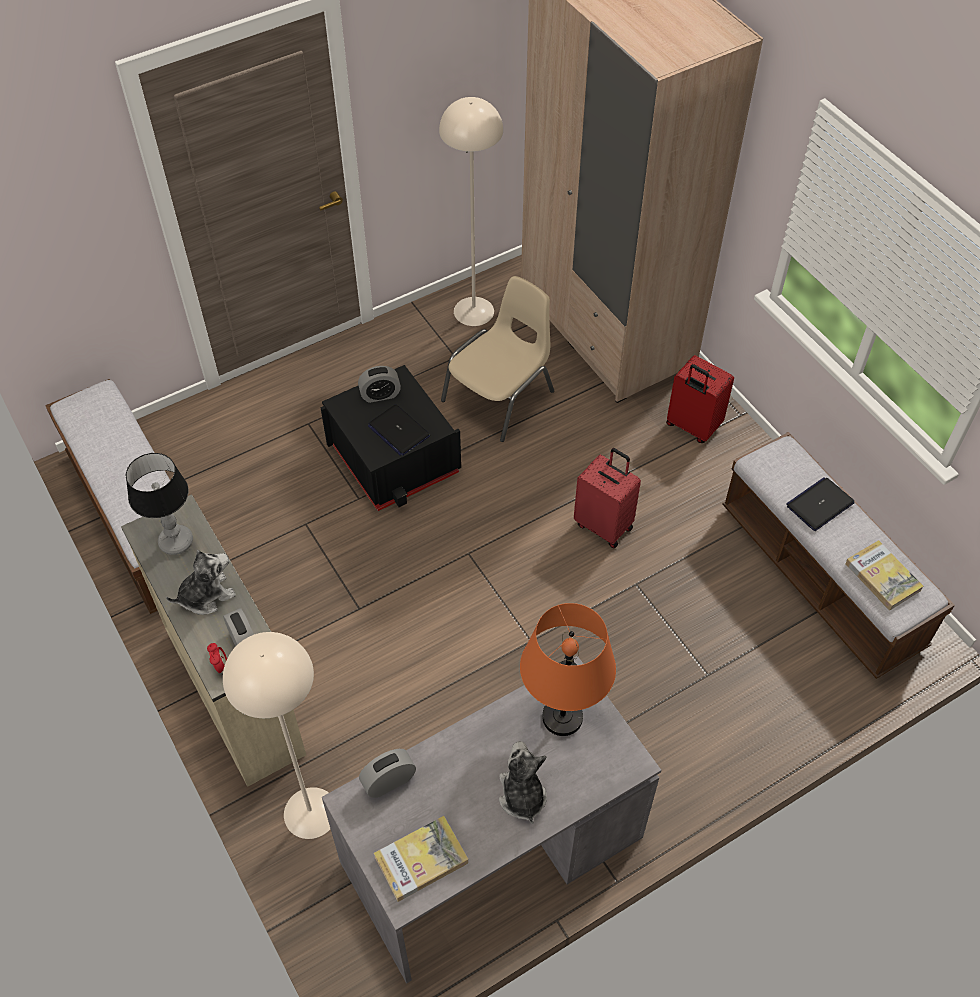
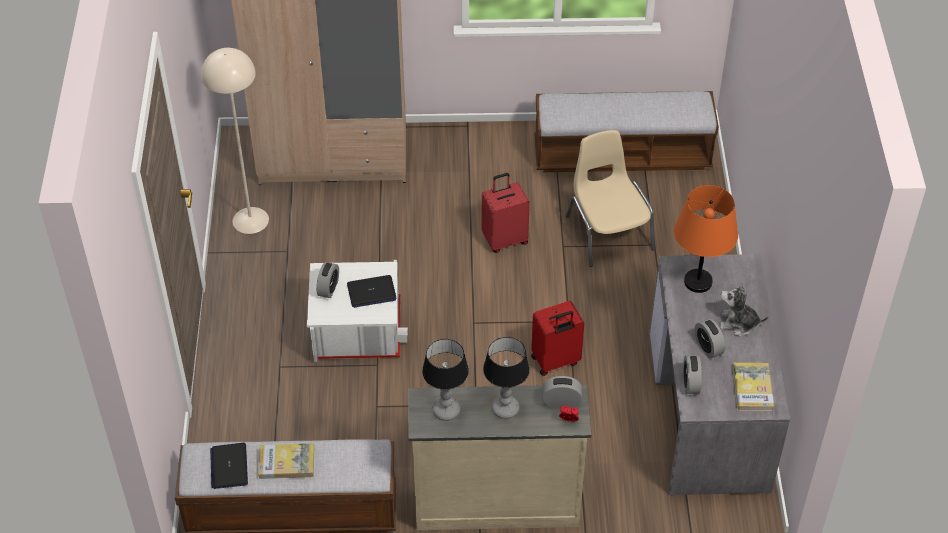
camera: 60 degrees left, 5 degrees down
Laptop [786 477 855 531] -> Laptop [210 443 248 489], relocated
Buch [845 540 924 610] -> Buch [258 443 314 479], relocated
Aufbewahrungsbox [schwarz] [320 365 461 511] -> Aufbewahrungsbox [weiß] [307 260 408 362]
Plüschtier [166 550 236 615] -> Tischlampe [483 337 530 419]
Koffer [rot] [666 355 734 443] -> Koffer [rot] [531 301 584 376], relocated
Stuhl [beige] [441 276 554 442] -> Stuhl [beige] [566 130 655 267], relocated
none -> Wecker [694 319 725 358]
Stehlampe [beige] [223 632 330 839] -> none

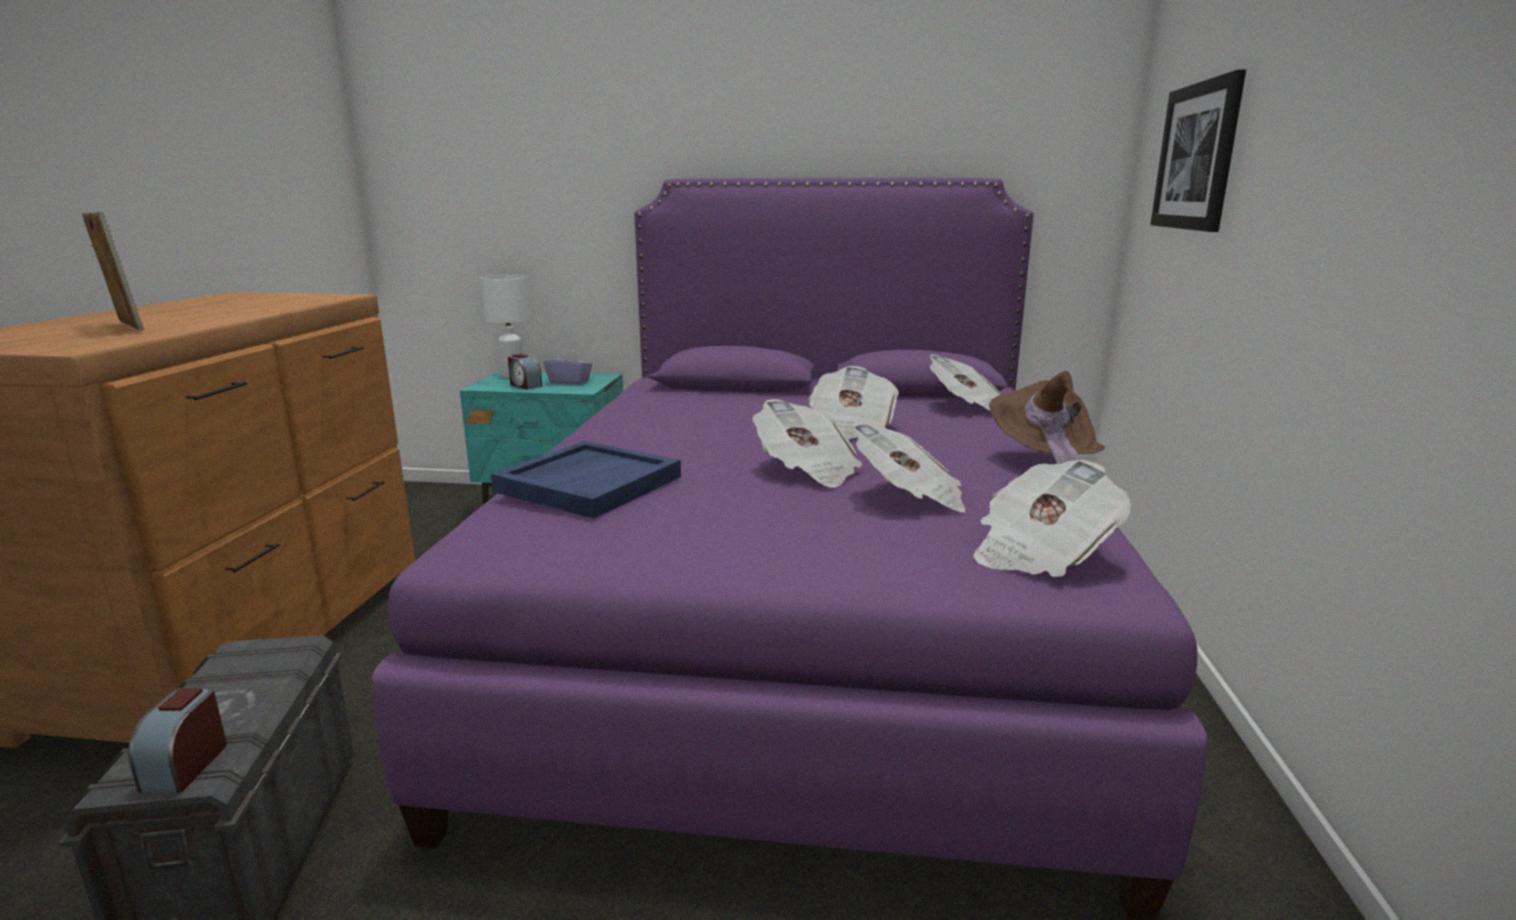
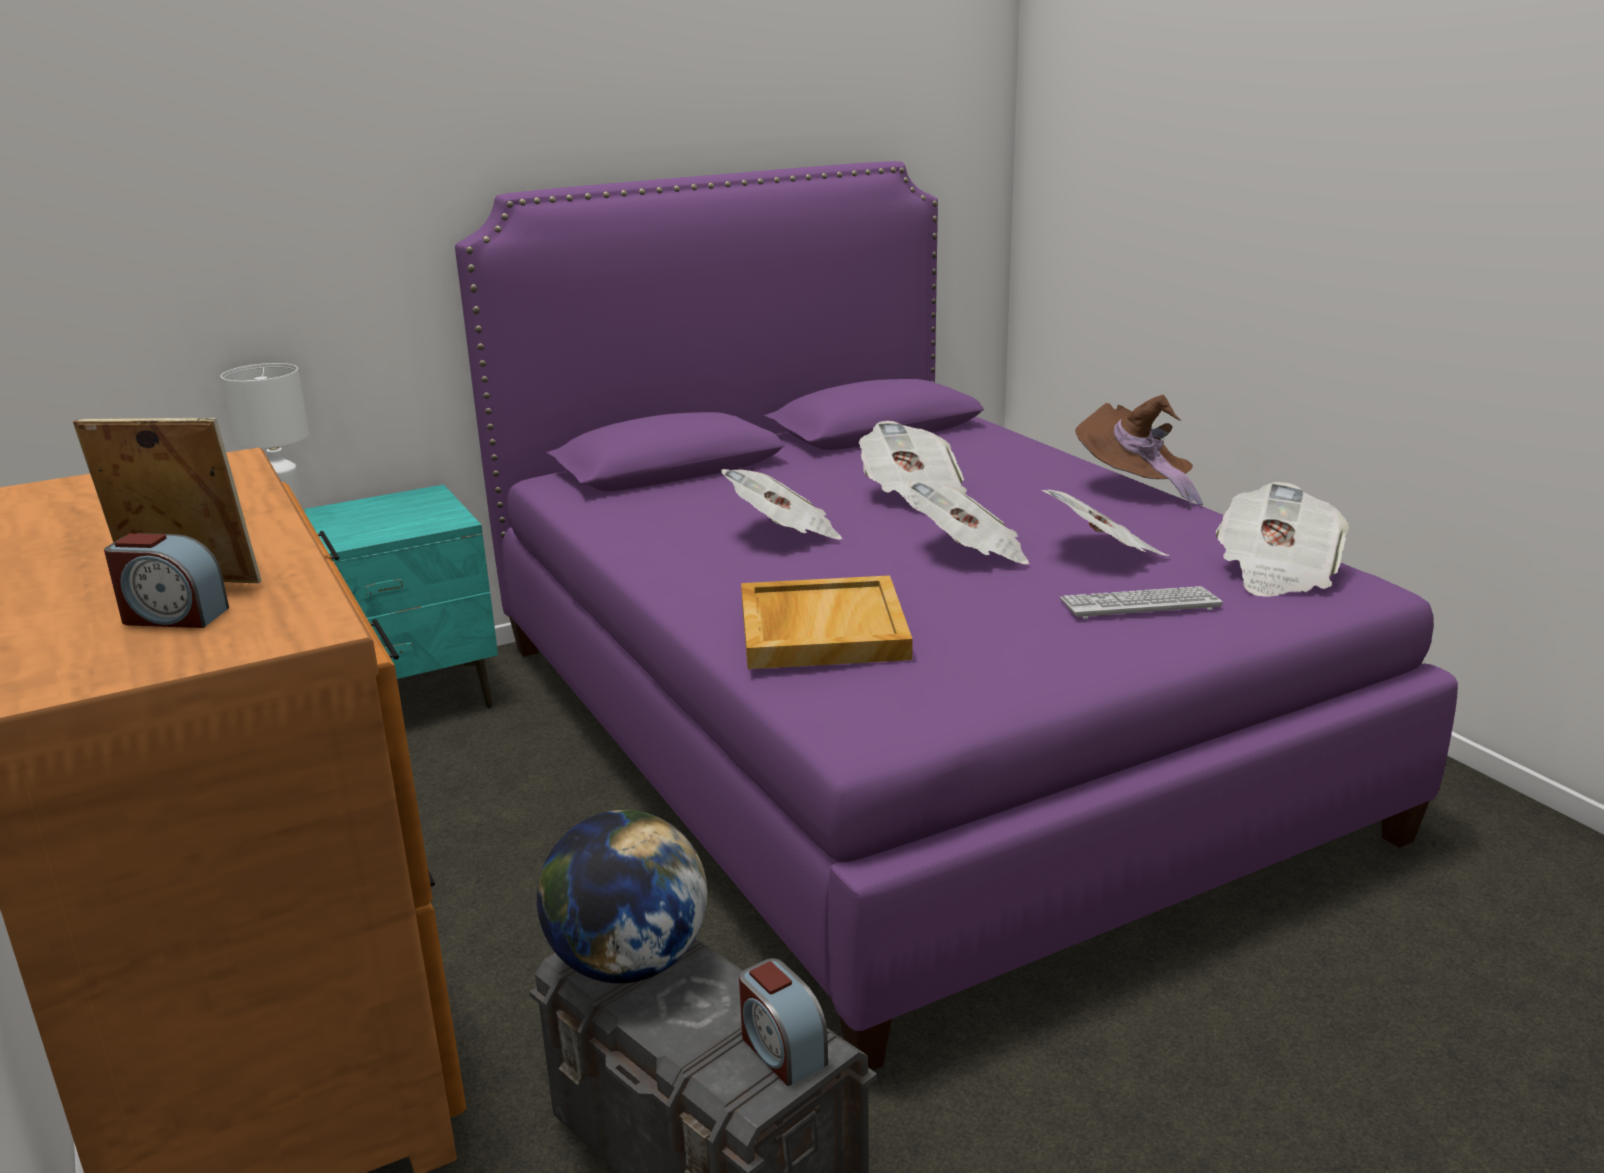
camera: 35 degrees left, 5 degrees up
Wecker [508 354 542 390] -> Wecker [104 533 229 628], relocated
none -> Globus [537 810 707 983]
Zeitung [930 354 1001 410] -> Zeitung [721 469 843 540], relocated
Tablett [blau] [491 441 681 518] -> Tablett [beige] [741 575 912 669]
none -> Tastatur [1060 586 1223 619]
Taschentuchbox [lila] [544 348 592 384] -> none
Bild [1150 69 1246 232] -> none

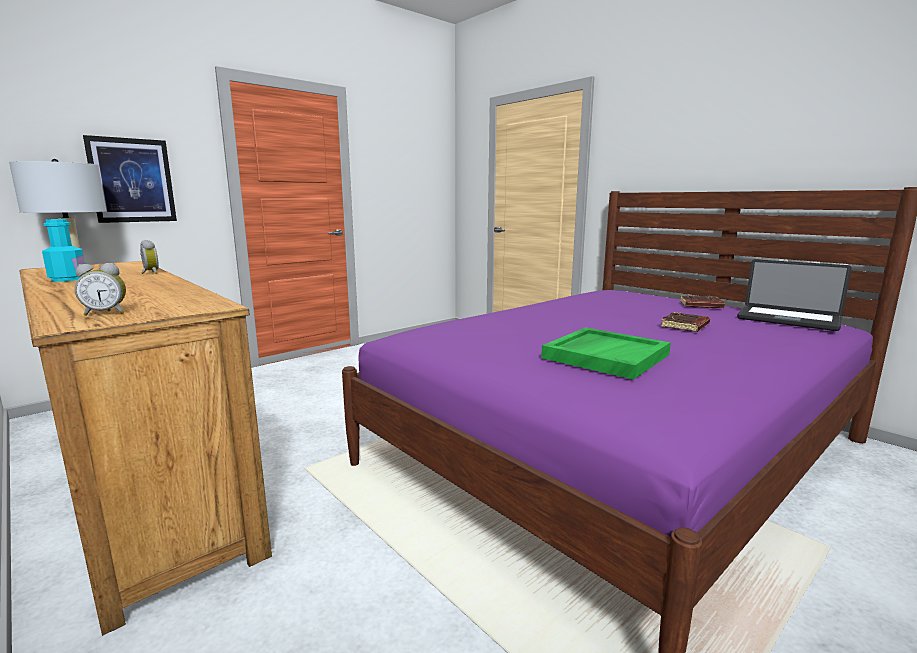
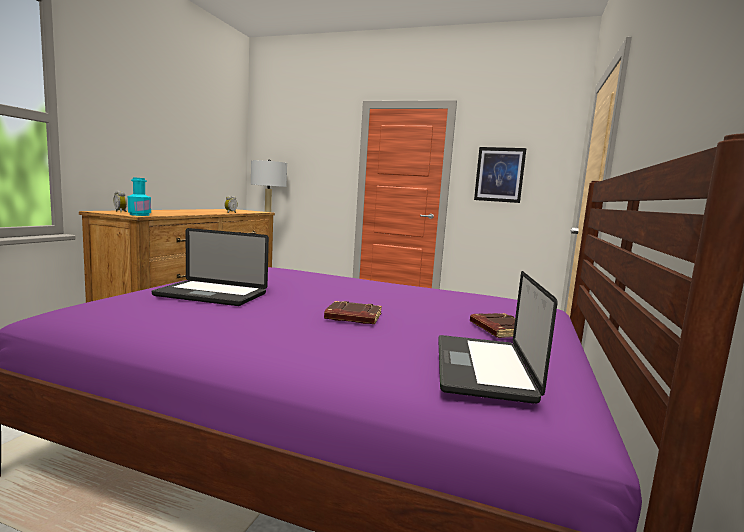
camera: 60 degrees right, 5 degrees down
Flasche [türkis] [42 219 85 282] -> Flasche [türkis] [128 177 151 216], relocated
Tablett [grün] [541 327 671 380] -> Laptop [152 228 269 306]
Bild [83 135 177 223] -> Bild [474 147 527 203], relocated

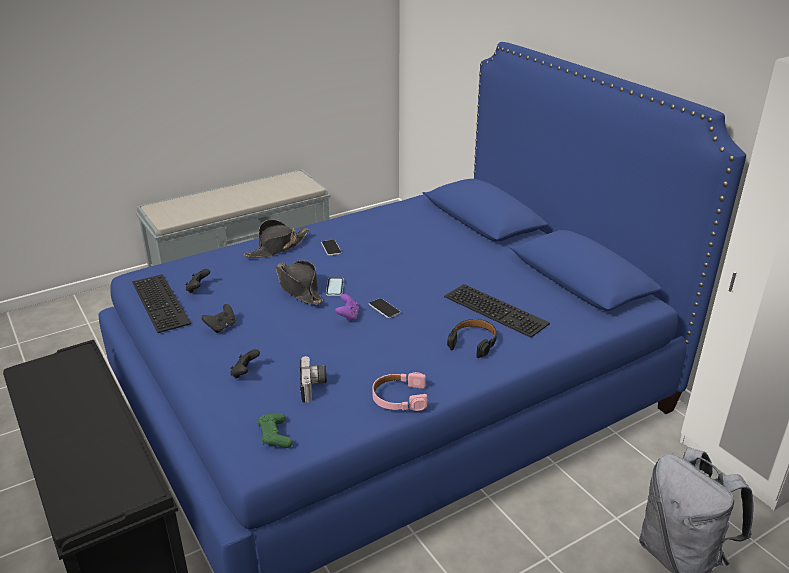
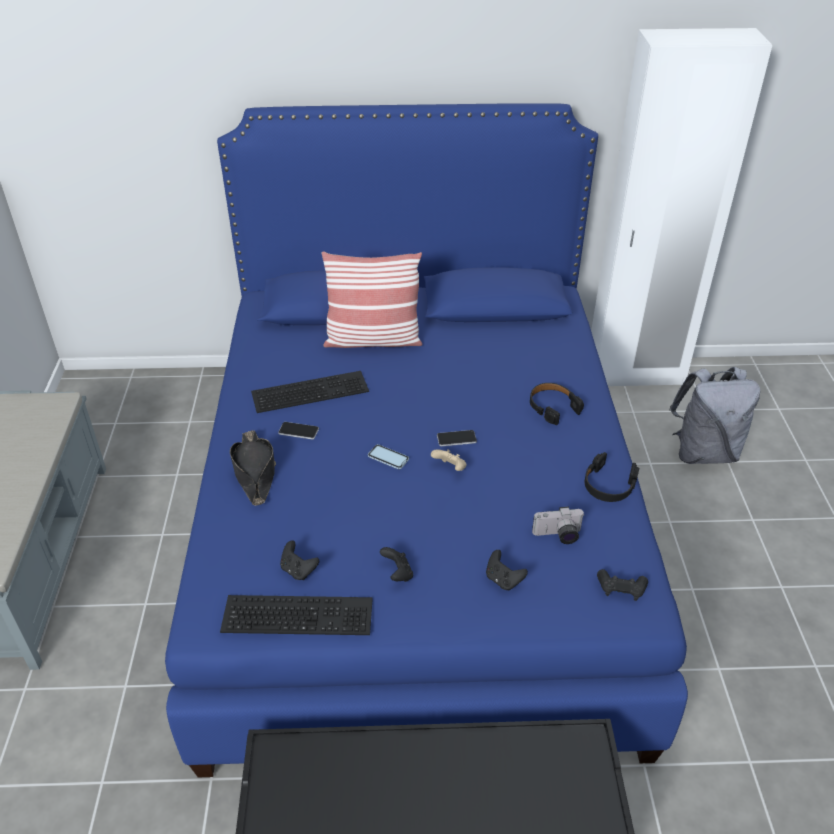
camera: 60 degrees left, 10 degrees up
Tastatur [444 284 550 338] -> Tastatur [251 371 369 413], relocated
none -> Kissen [322 251 422 348]
Gamepad [lila] [335 294 359 322] -> Gamepad [beige] [431 449 467 471]
Kamera [300 356 327 403] -> Kamera [532 506 585 544], 150 degrees clockwise
Kopfhörer [rosa] [372 372 428 411] -> Kopfhörer [schwarz] [585 452 639 502]
Gamepad [grün] [258 413 293 448] -> Gamepad [schwarz] [597 569 648 601]
Hut [schwarz] [275 260 323 305] -> none

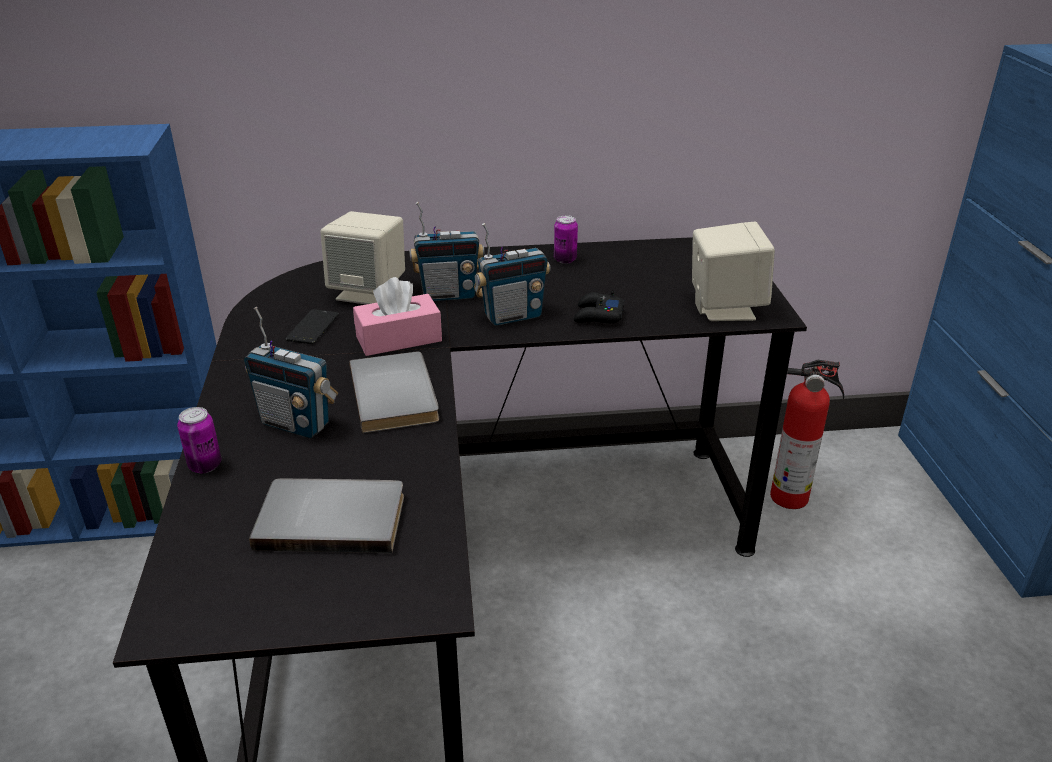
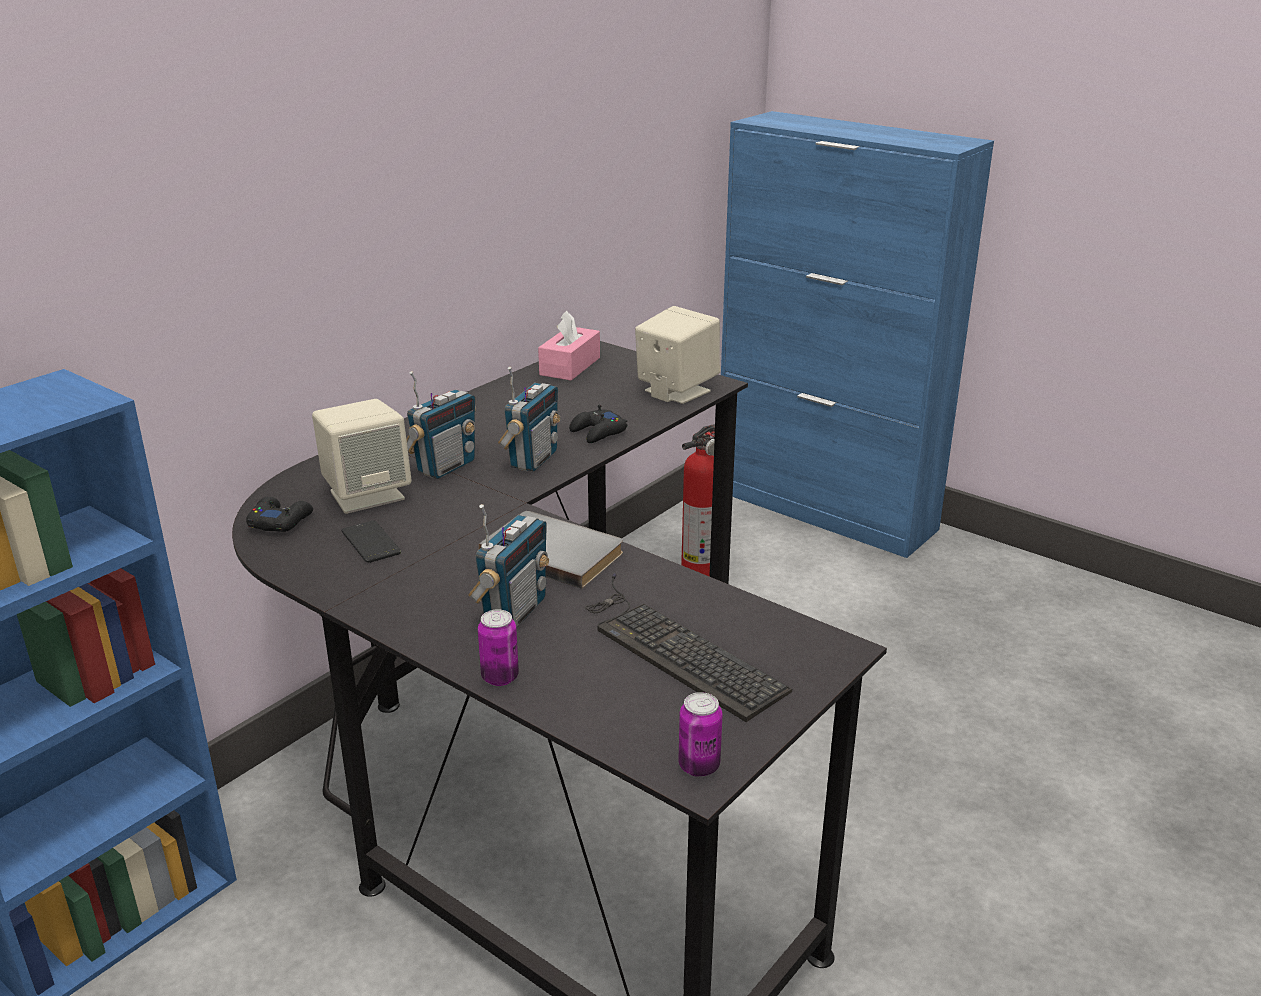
camera: 45 degrees left, 5 degrees down
none -> Gamepad [schwarz] [246 497 313 532]
Radio [244 307 338 438] -> Radio [468 504 549 628], 45 degrees counterclockwise
Taschentuchbox [rosa] [353 277 442 356] -> Taschentuchbox [rosa] [538 311 600 381], relocated
Buch [grau] [249 478 404 553] -> Tastatur [585 573 792 722]
Dose [554 215 578 264] -> Dose [678 692 723 777], relocated

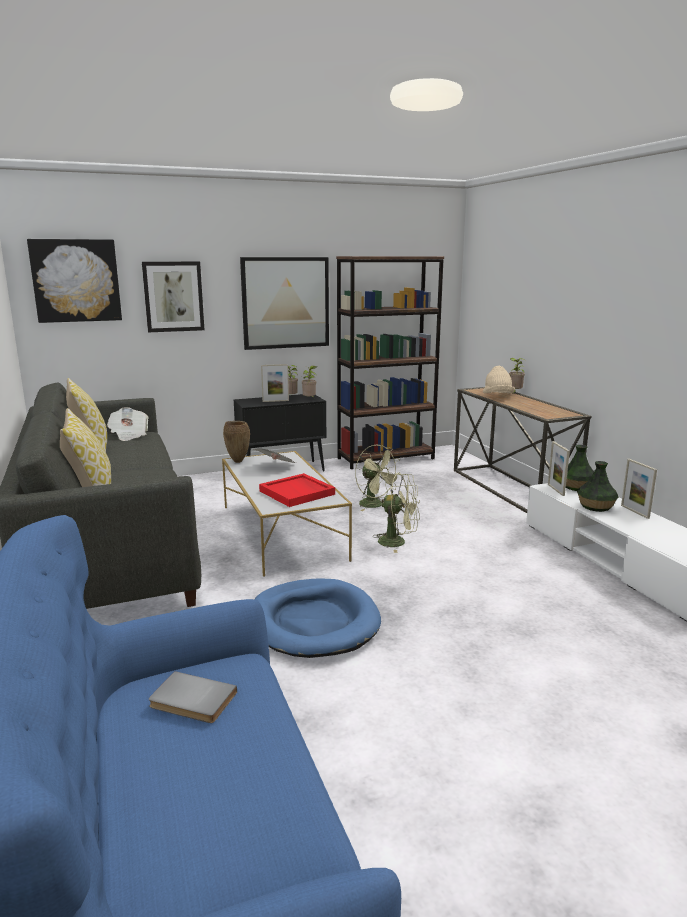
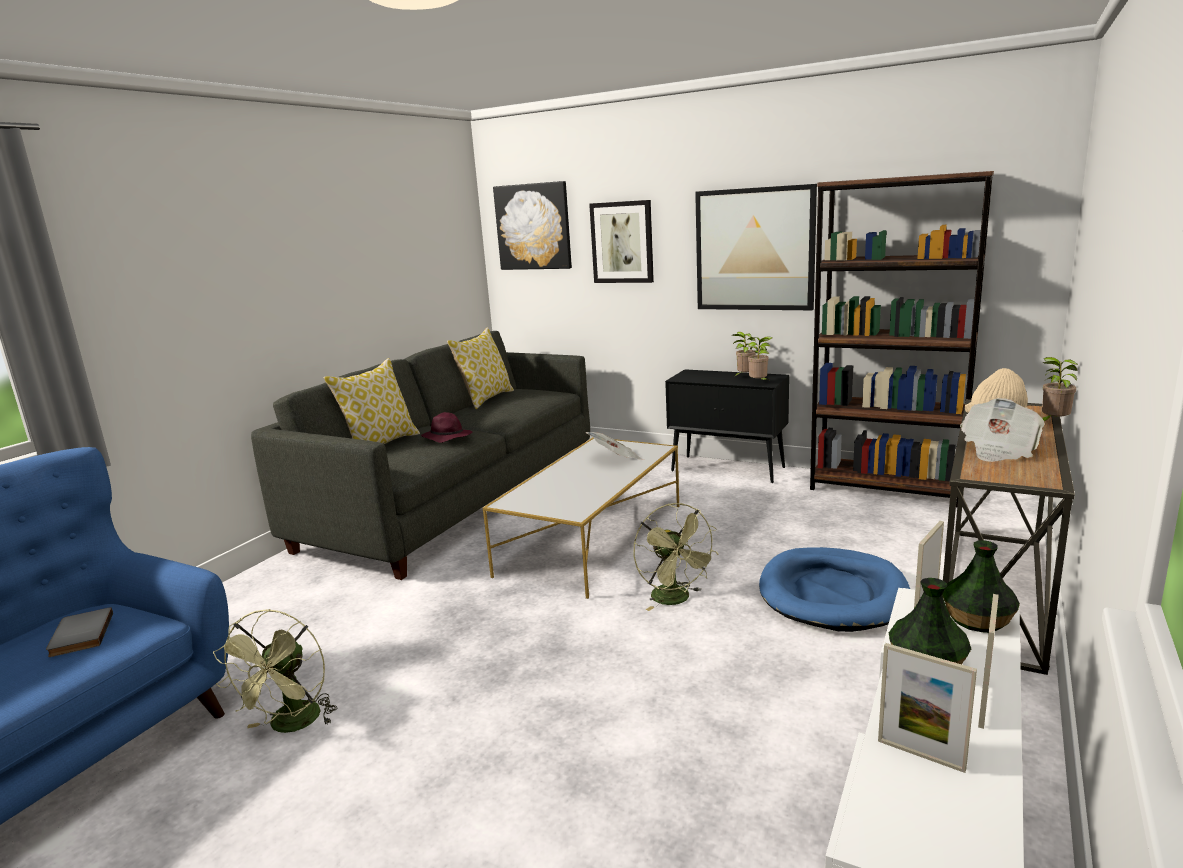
camera: 50 degrees right, 0 degrees up
Ventilator [grün] [355 445 401 511] -> Ventilator [grün] [213 609 338 733], relocated
none -> Hut [lila] [421 412 472 443]
Hundebett [blau] [254 578 381 658] -> Hundebett [blau] [759 547 910 632], relocated
Bilderrahmen [261 364 289 402] -> Bilderrahmen [878 643 977 773], relocated
Zeitung [107 407 149 441] -> Zeitung [960 398 1045 462], relocated
Vase [braun] [223 421 250 463] -> none
Tablett [rot] [259 473 335 507] -> none

